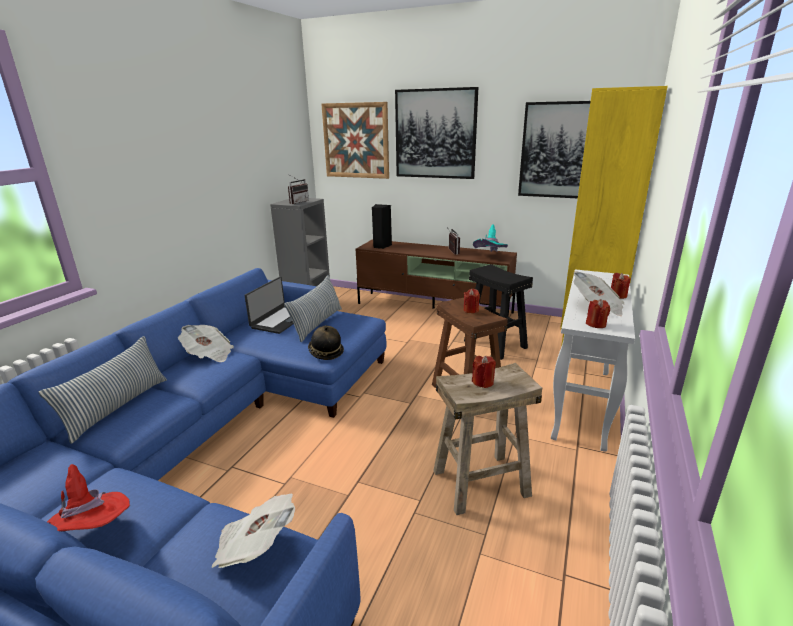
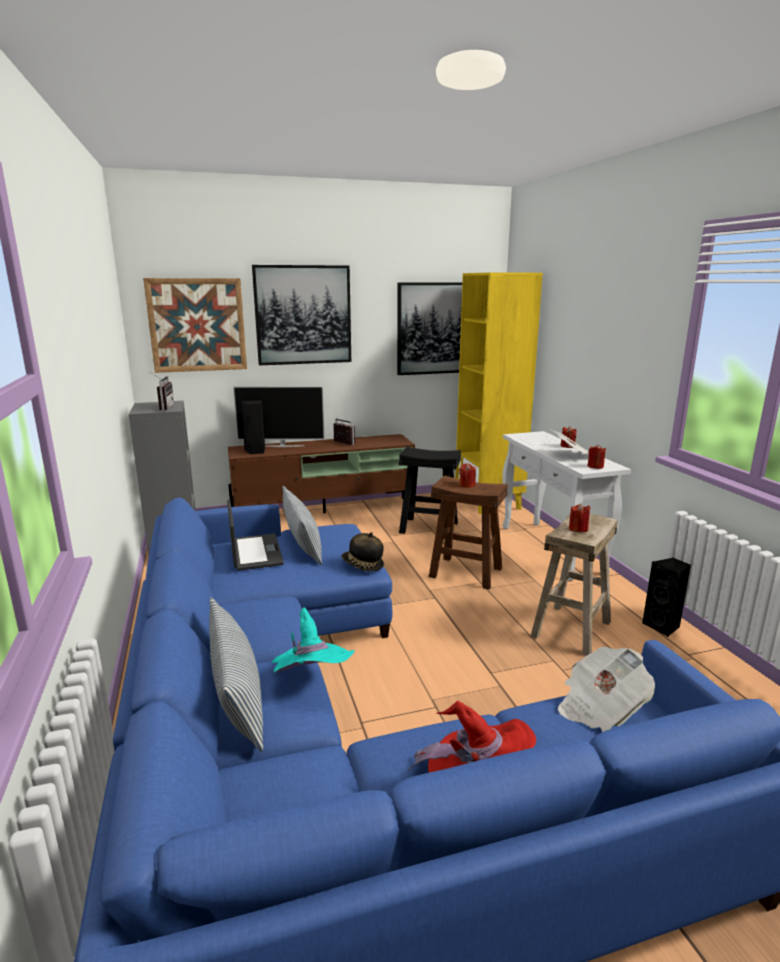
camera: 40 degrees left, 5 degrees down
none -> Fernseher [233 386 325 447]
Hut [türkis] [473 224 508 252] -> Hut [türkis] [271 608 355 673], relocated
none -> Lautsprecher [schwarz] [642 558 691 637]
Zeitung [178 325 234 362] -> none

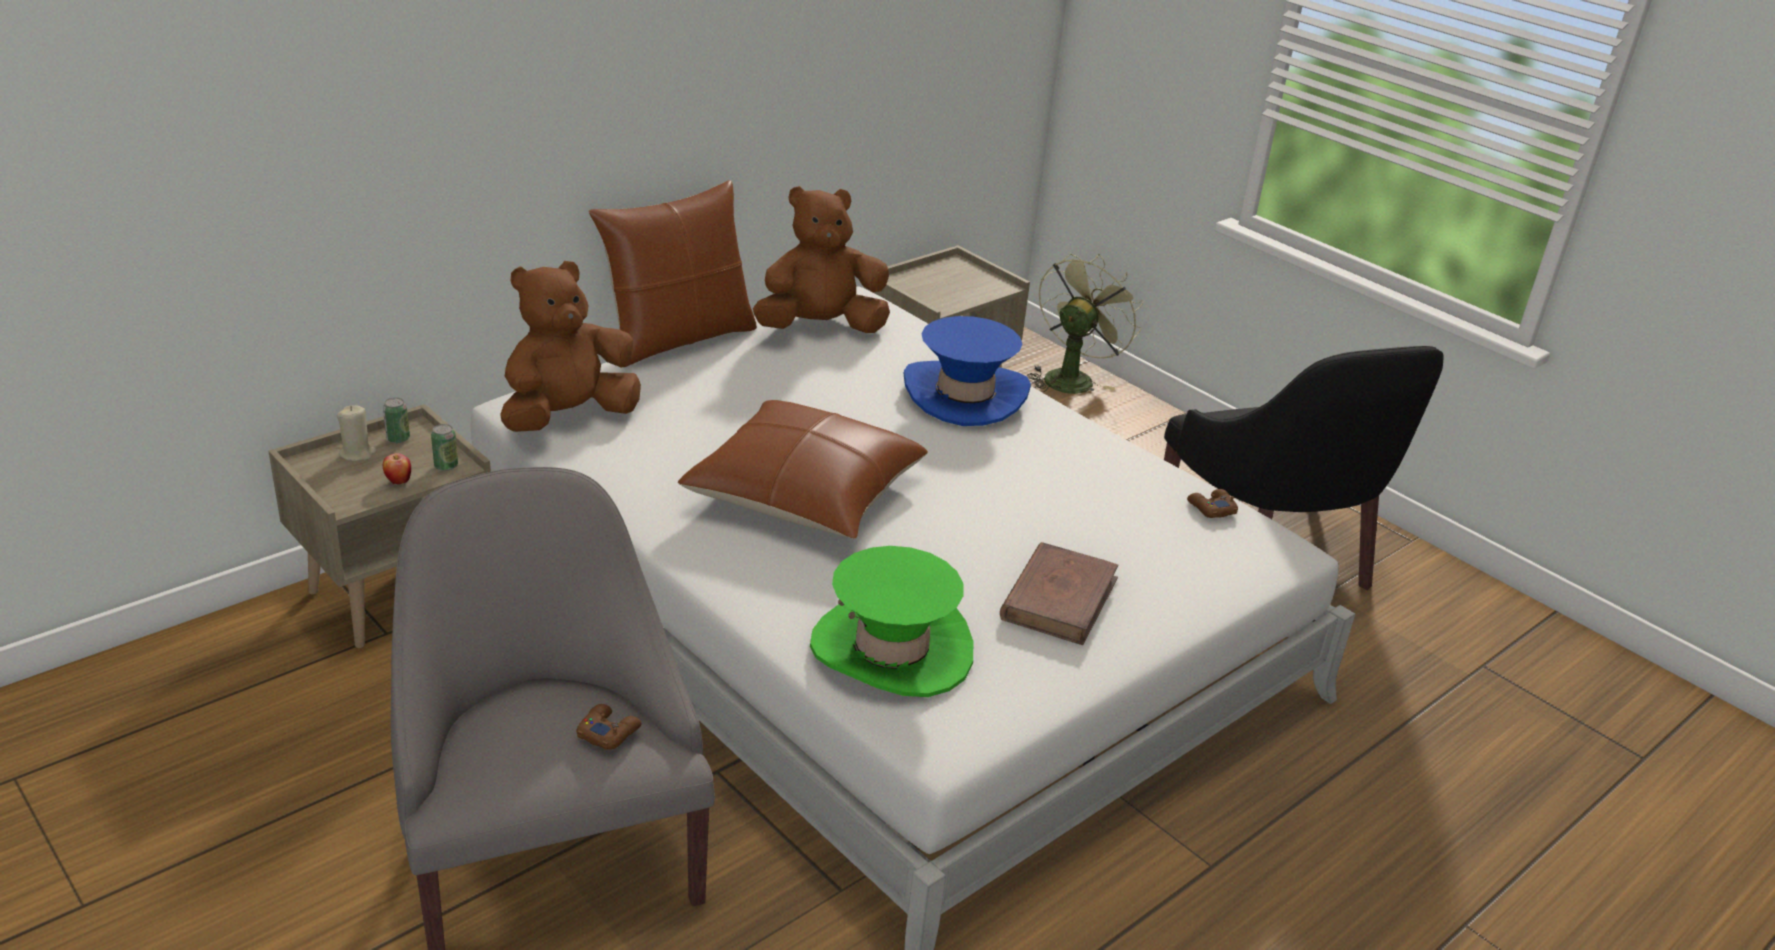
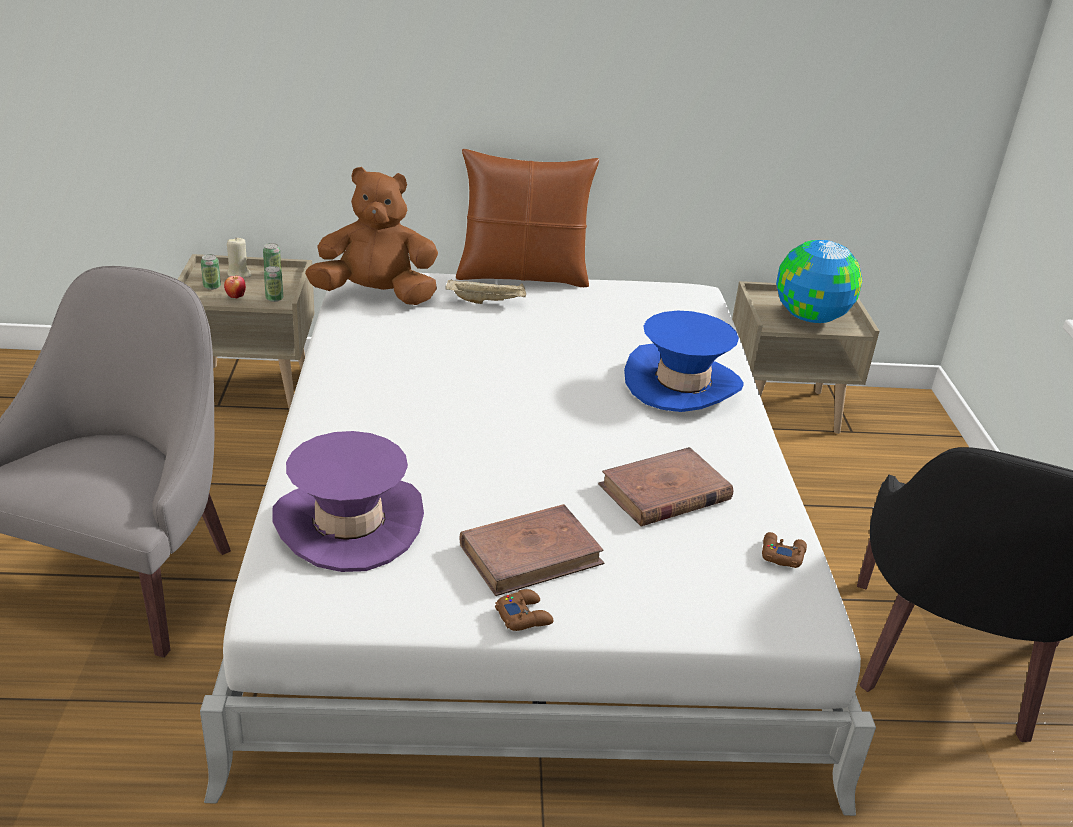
camera: 40 degrees right, 0 degrees up
none -> Dose [201 254 221 290]
Hut [grün] [810 546 973 697] -> Hut [lila] [272 431 424 572]
none -> Tablett [beige] [445 279 526 304]
Gamepad [braun] [576 704 641 750] -> Gamepad [braun] [495 589 554 631], relocated
none -> Buch [braun] [598 447 733 526]
none -> Globus [776 240 862 323]
Kissen [braun] [678 400 928 539] -> none
Plüschtier [braun] [753 186 890 333] -> none
Ventilator [grün] [1027 254 1143 394] -> none

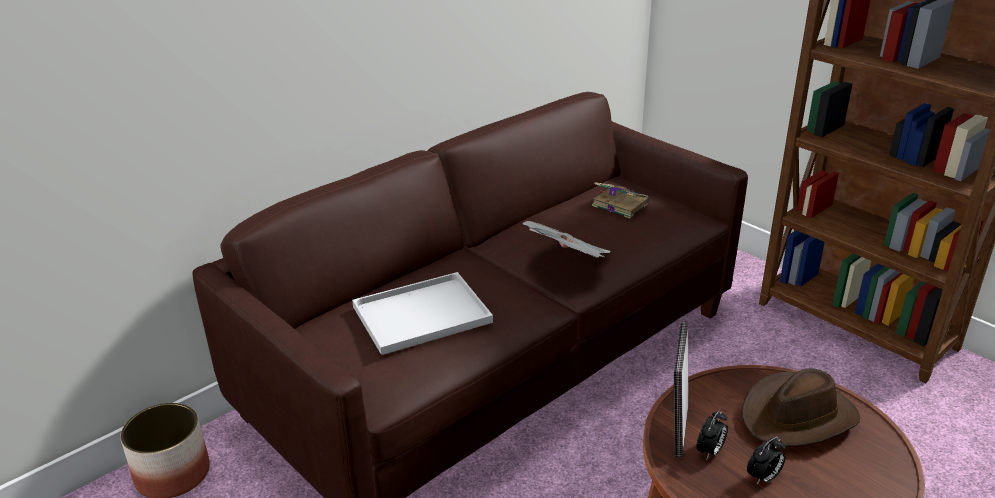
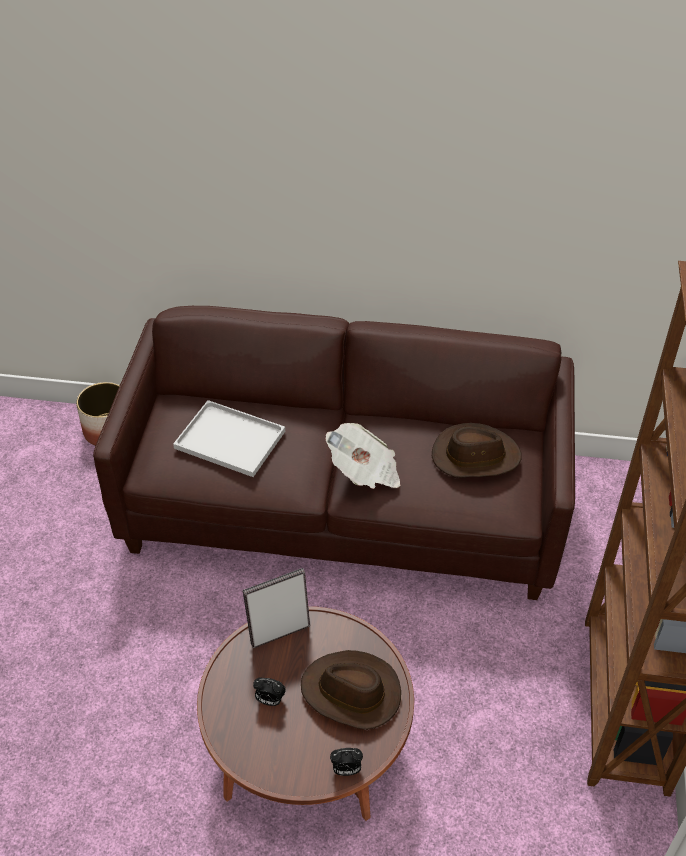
camera: 50 degrees right, 15 degrees up
Wecker [696 410 728 459] -> Wecker [330 748 363 776], relocated
Buch [592 182 649 218] -> Hut [braun] [432 423 522 478]

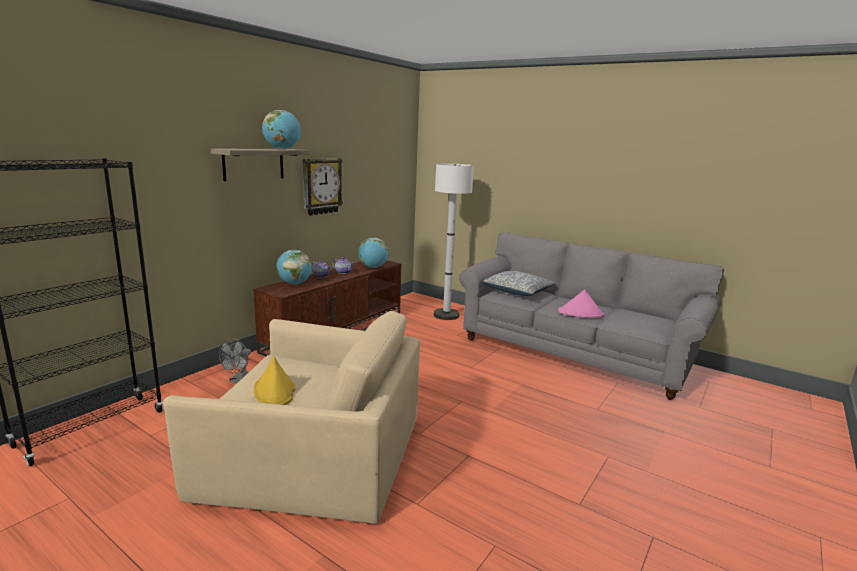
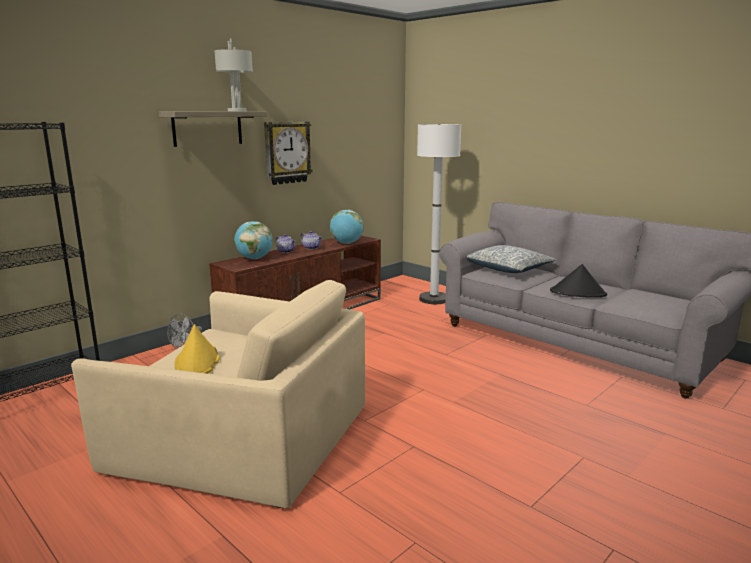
camera: 10 degrees right, 0 degrees up
Globus [262 110 301 149] -> Tischlampe [grau] [215 38 253 111]
Hut [rosa] [558 289 604 318] -> Hut [schwarz] [550 264 607 298]

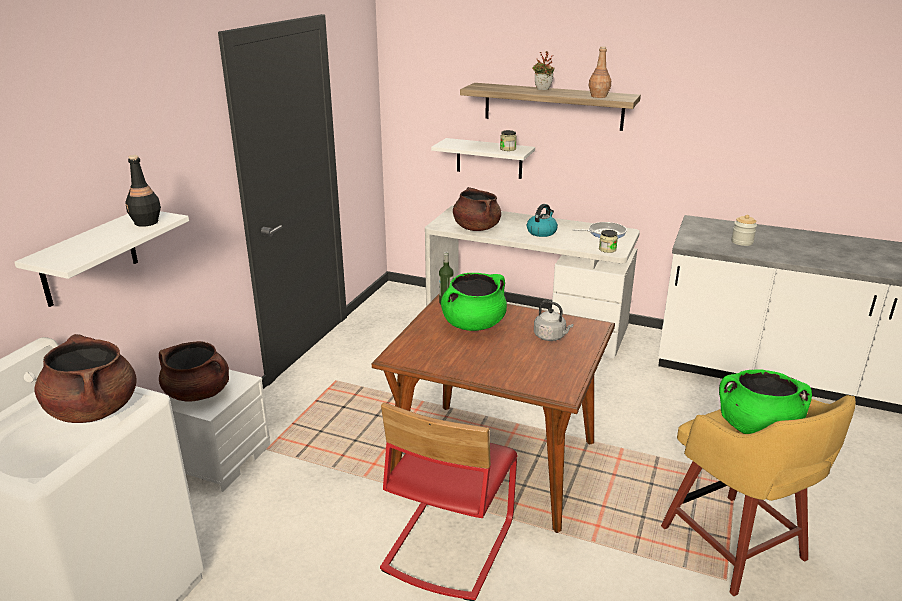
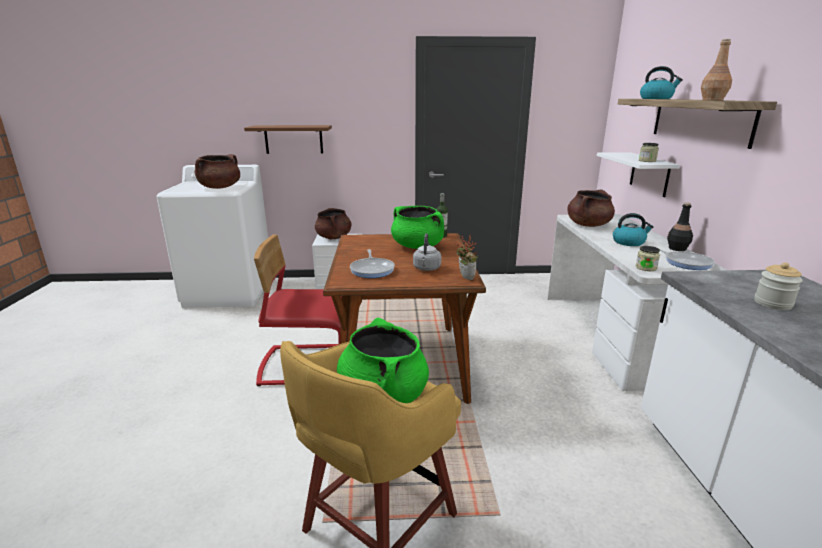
camera: 65 degrees right, 5 degrees down
Wandregal [weiß] [14 211 189 307] -> Wandregal [braun] [244 125 332 154]
none -> Pfanne [350 249 395 278]
Topfpflanze [532 51 554 90] -> Topfpflanze [455 234 478 280], relocated
none -> Wasserkessel [640 66 683 99]
Flasche [schwarz] [125 155 161 227] -> Flasche [schwarz] [667 202 693 251], relocated

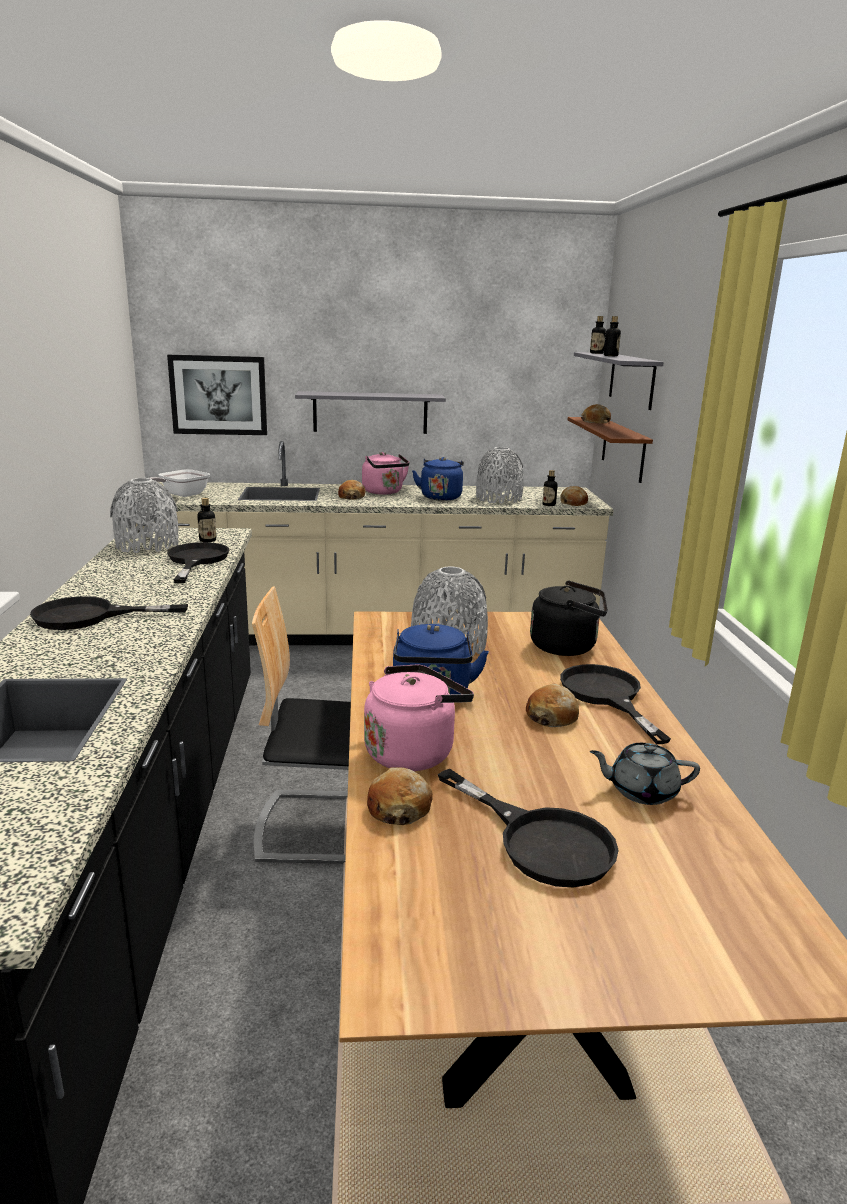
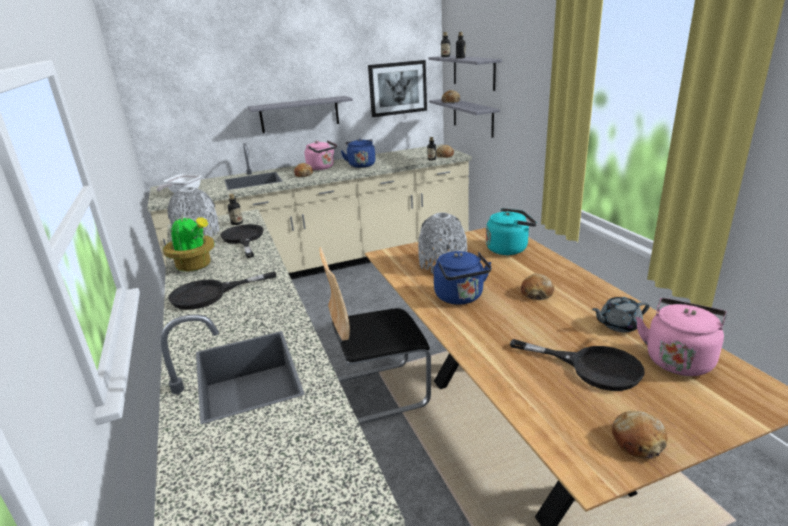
camera: 15 degrees left, 5 degrees up
none -> Topfpflanze [163 213 215 272]
Bild [167 355 267 435] -> Bild [368 60 427 117], relocated
Wandregal [braun] [568 417 653 483] -> Wandregal [grau] [429 99 500 138]
Wasserkessel [schwarz] [530 581 608 656] -> Wasserkessel [türkis] [486 208 537 255]
Brot [367 767 433 825] -> Brot [612 411 667 459], relocated
Wasserkessel [rosa] [364 664 474 771] -> Wasserkessel [rosa] [636 298 727 376], relocated
Vase [grau] [476 447 523 503] -> none
Pfanne [schwarz] [560 664 671 744] -> none

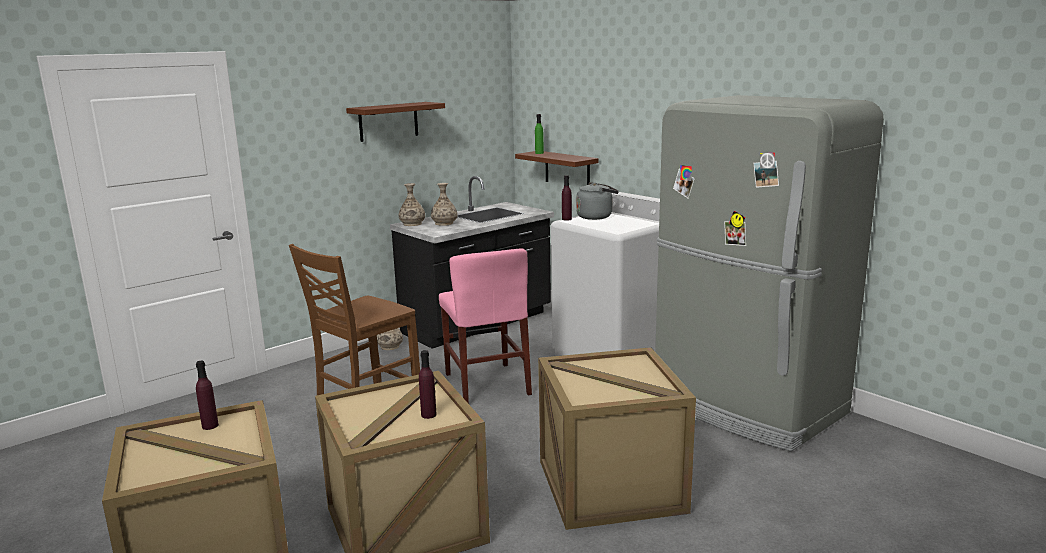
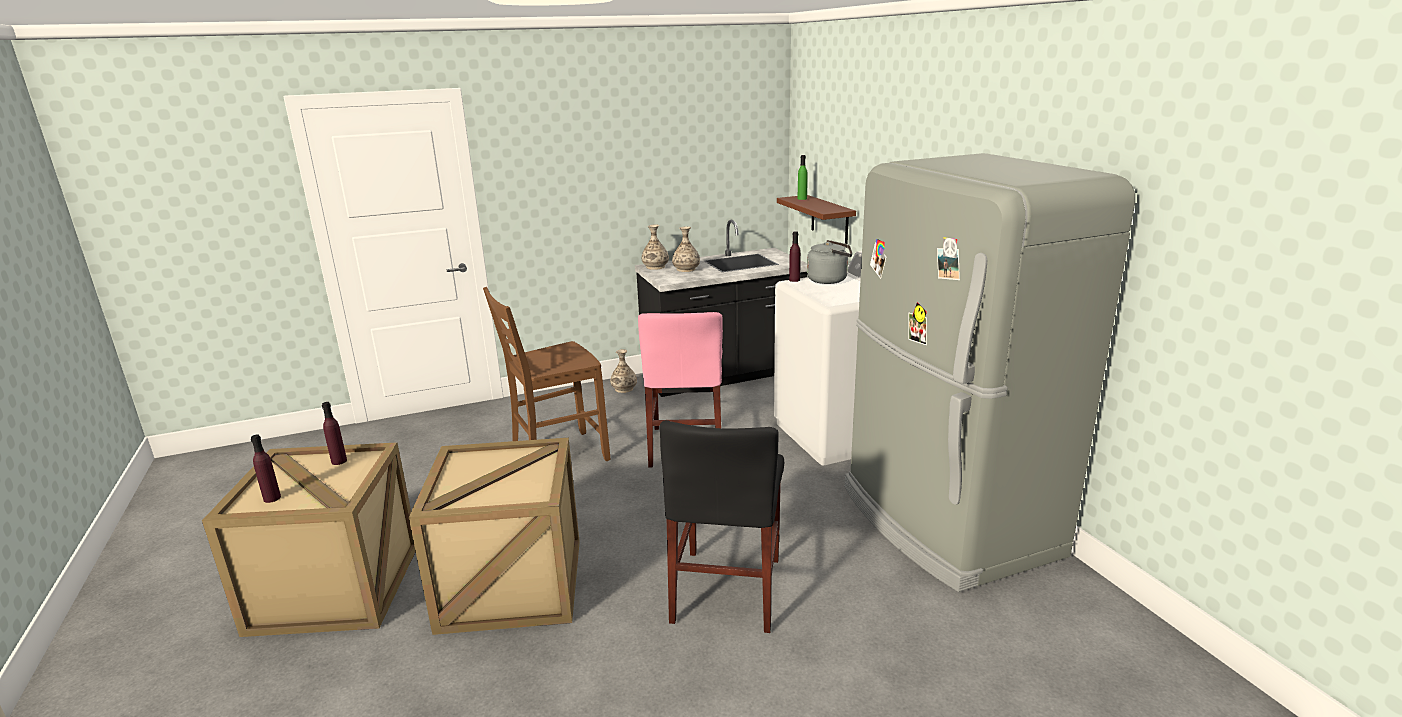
camera: 20 degrees right, 5 degrees up
Flasche [lila] [419 350 437 419] -> Flasche [lila] [251 435 281 503], relocated
Kiste [538 347 696 530] -> Stuhl [schwarz] [660 420 784 633]
Wandregal [braun] [346 102 445 142] -> none

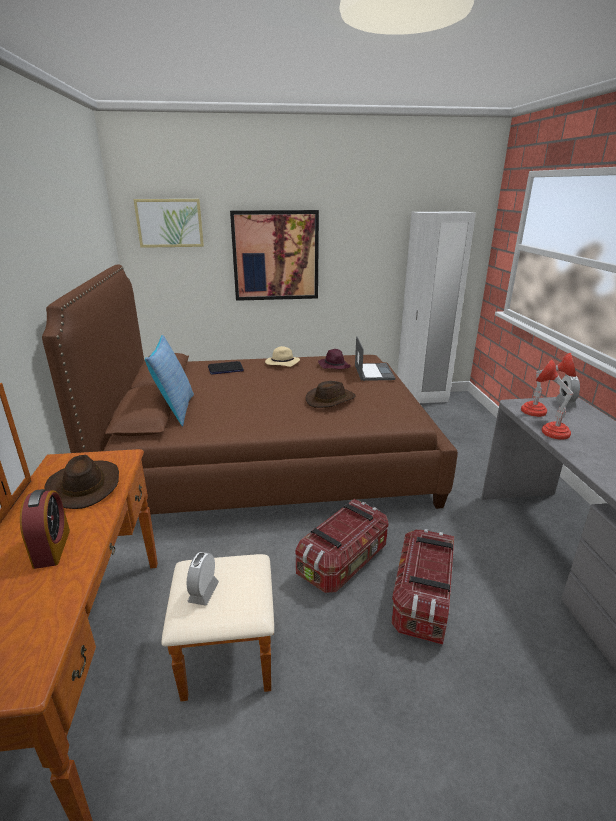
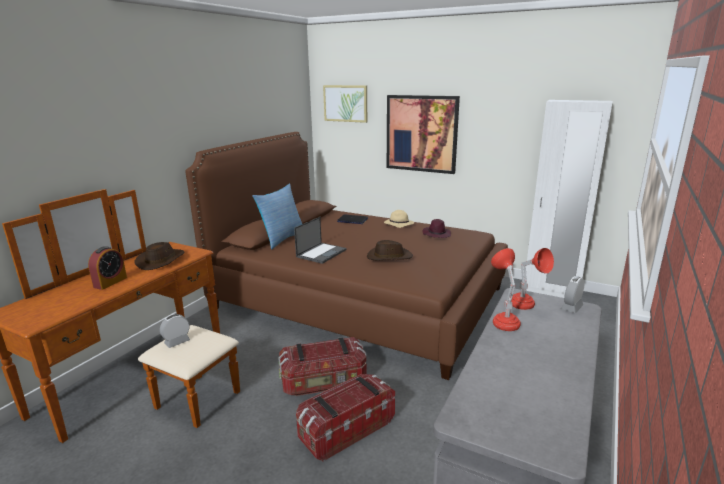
camera: 35 degrees right, 5 degrees down
Laptop [355 336 395 381] -> Laptop [294 217 347 264], relocated

